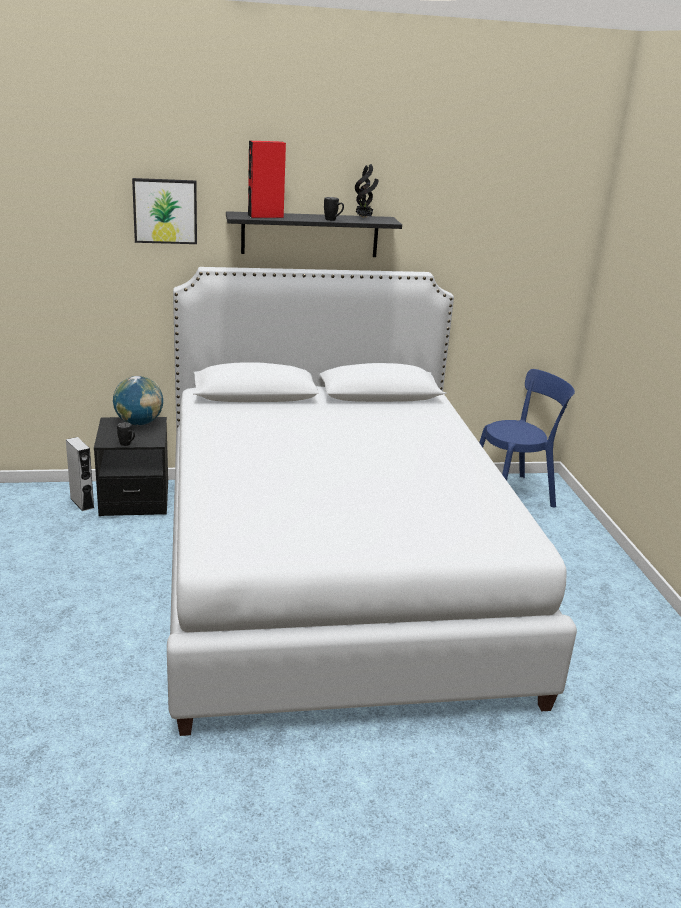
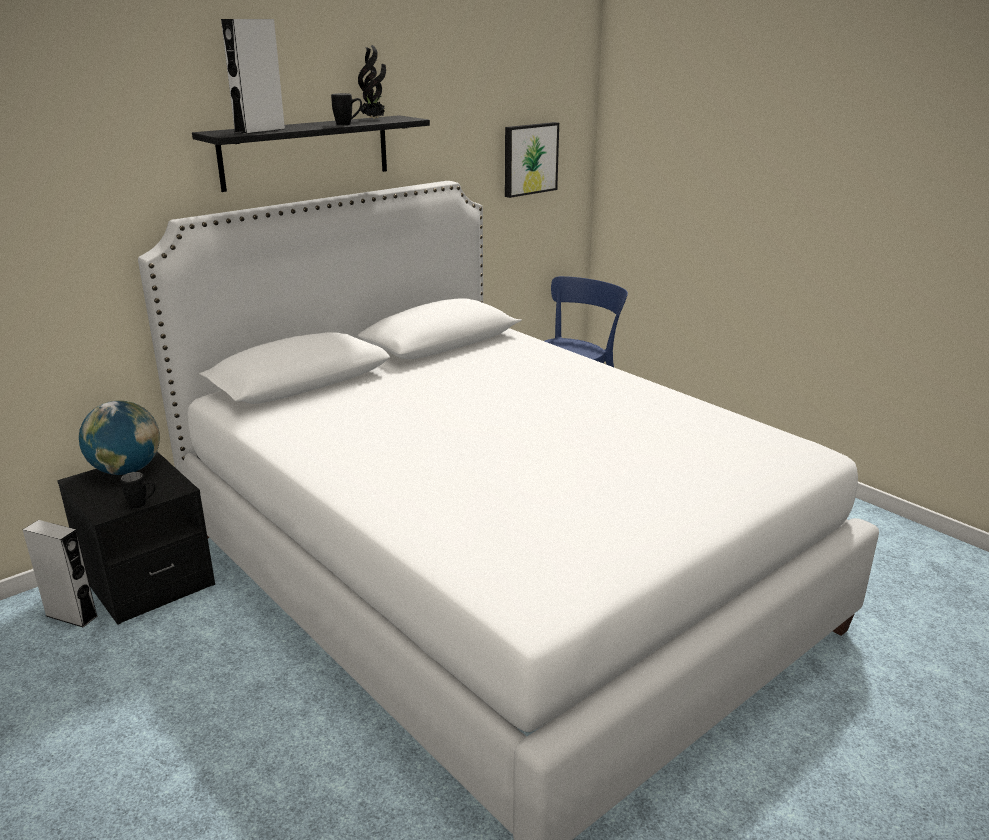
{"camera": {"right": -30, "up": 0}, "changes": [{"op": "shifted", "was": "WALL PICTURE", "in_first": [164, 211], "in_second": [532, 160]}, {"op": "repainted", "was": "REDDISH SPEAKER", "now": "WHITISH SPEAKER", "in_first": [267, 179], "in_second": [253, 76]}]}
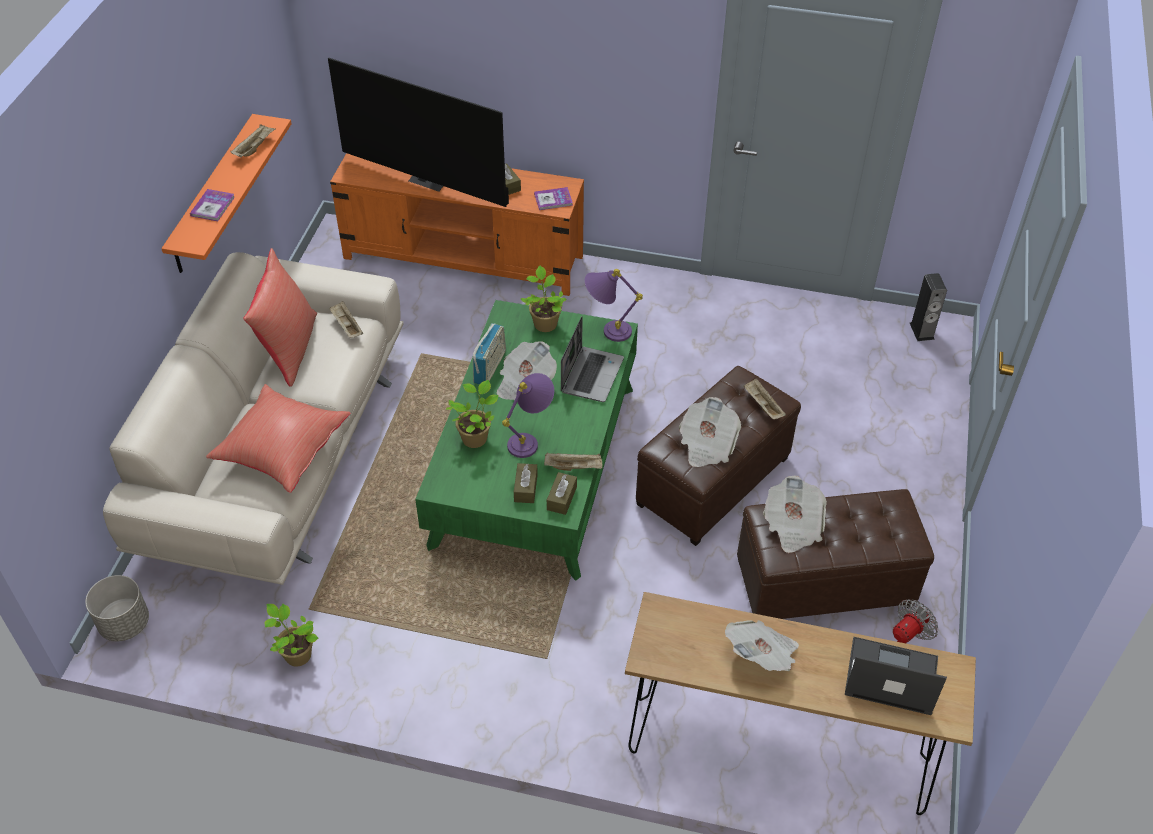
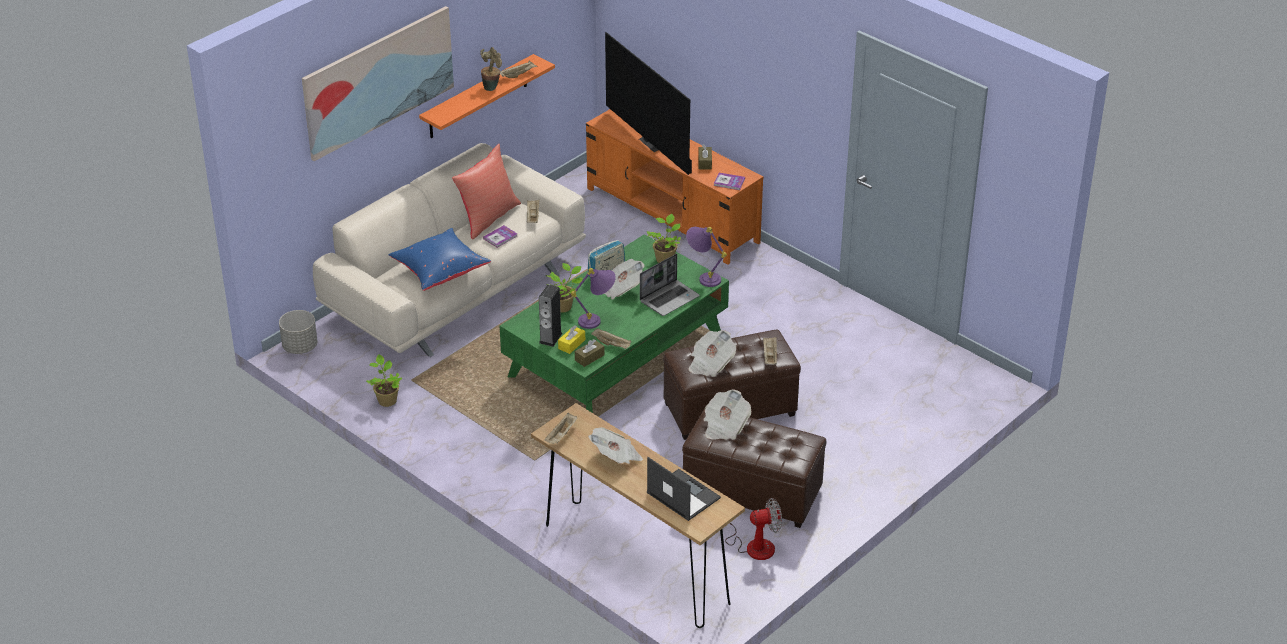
{"camera": {"right": 30, "up": -10}, "changes": [{"op": "new", "now": "WALL PICTURE", "in_second": [378, 83]}, {"op": "new", "now": "HOUSEPLANT", "in_second": [491, 69]}, {"op": "new", "now": "BEIGE-COLOURED TRAY", "in_second": [561, 428]}, {"op": "shifted", "was": "VOLUME", "in_first": [212, 205], "in_second": [500, 236]}, {"op": "shifted", "was": "SPEAKER", "in_first": [928, 307], "in_second": [551, 315]}, {"op": "repainted", "was": "REDDISH PILLOW", "now": "BLUE PILLOW", "in_first": [278, 438], "in_second": [440, 259]}, {"op": "repainted", "was": "BROWNISH TISSUE HOLDER", "now": "YELLOWISH TISSUE HOLDER", "in_first": [526, 483], "in_second": [571, 339]}]}
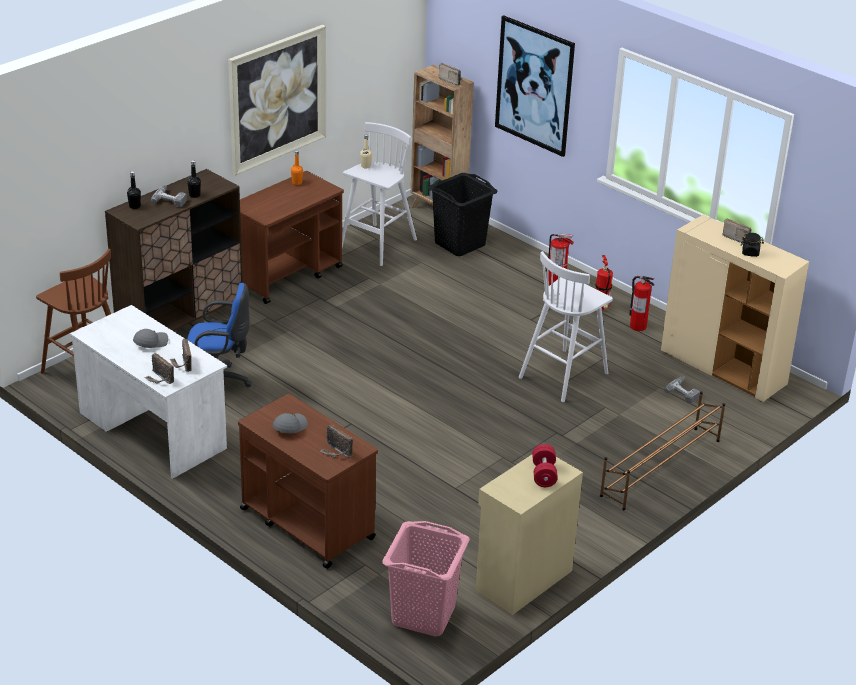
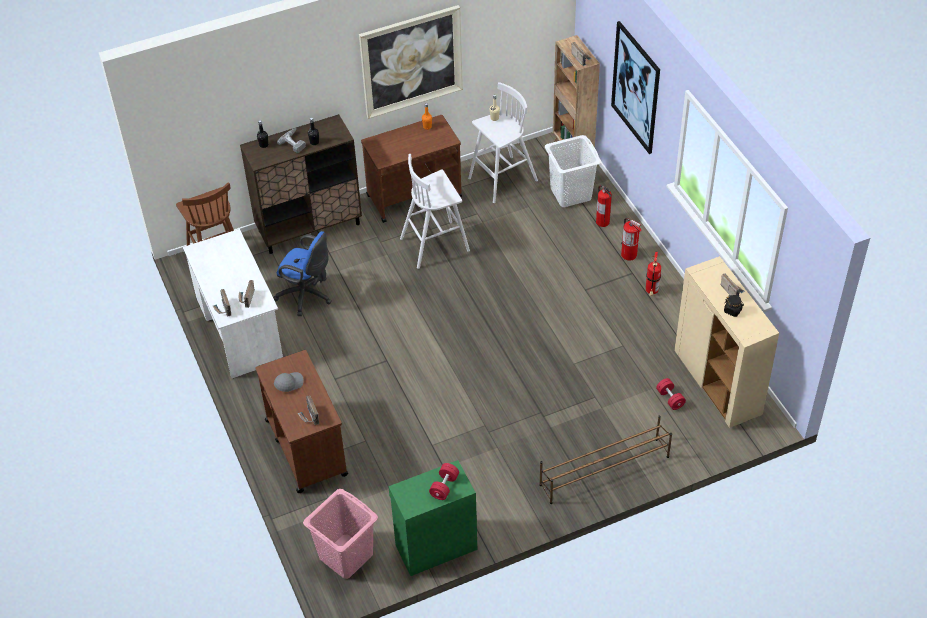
{"camera": {"right": 25, "up": 15}, "changes": [{"op": "gone", "was": "GREY PEAKED CAP", "in_first": [150, 338]}, {"op": "shifted", "was": "WHITISH SITTING STOOL", "in_first": [566, 326], "in_second": [435, 211]}, {"op": "shifted", "was": "FIRE-FIGHTING CYLINDER", "in_first": [642, 303], "in_second": [604, 206]}, {"op": "swapped", "was": "POWER DRILL", "now": "REDDISH HAND WEIGHT", "in_first": [682, 390], "in_second": [671, 394]}, {"op": "repainted", "was": "BLACK HAMPER", "now": "WHITISH HAMPER", "in_first": [463, 214], "in_second": [573, 171]}, {"op": "repainted", "was": "BEIGE-COLOURED CABINET", "now": "GREEN-COLOURED CABINET", "in_first": [529, 535], "in_second": [432, 518]}]}
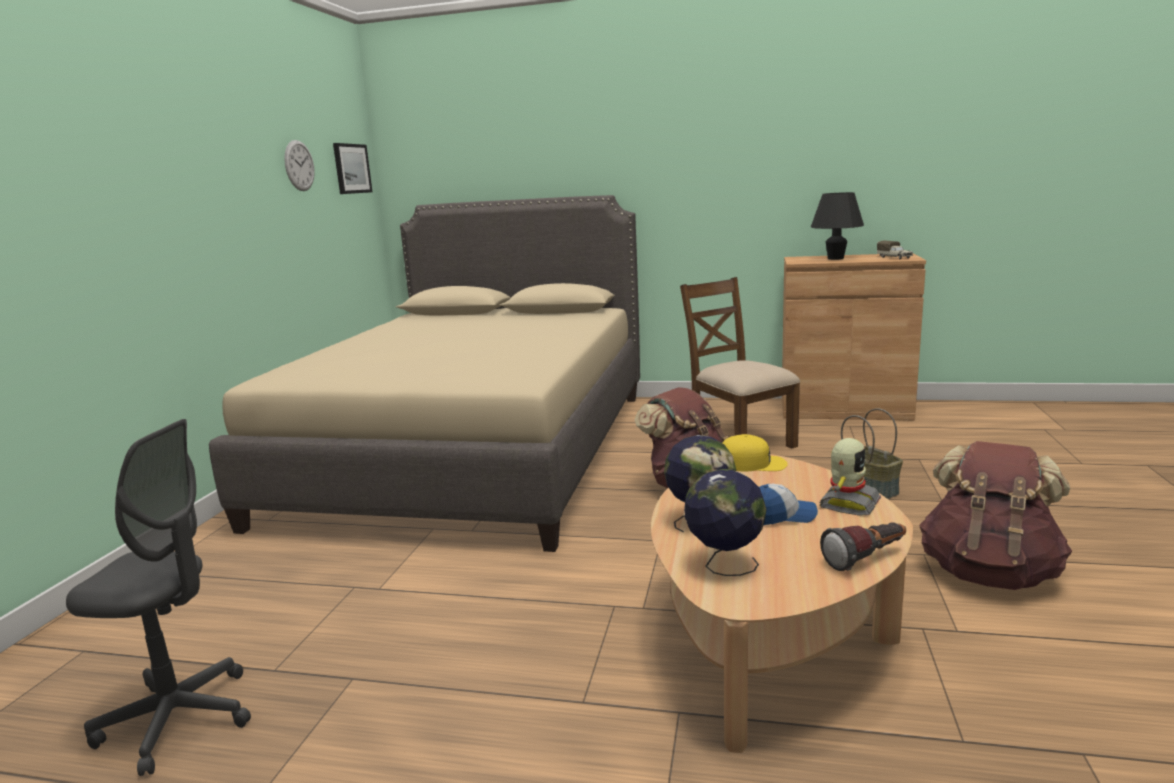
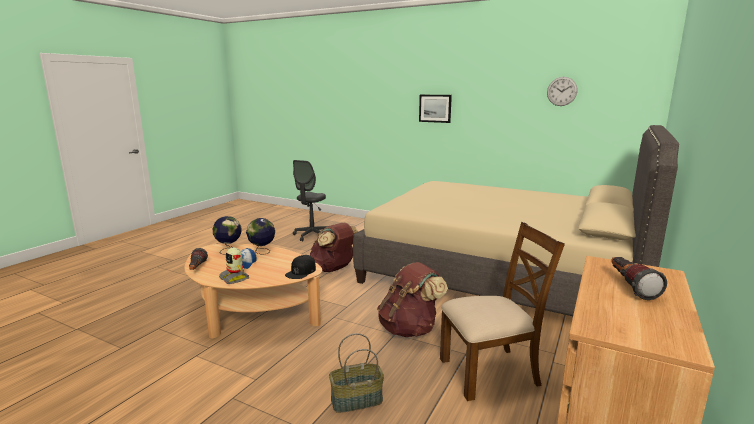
{"camera": {"right": 105, "up": 0}, "changes": [{"op": "gone", "was": "TOY TRUCK", "in_first": [895, 249]}, {"op": "shifted", "was": "WALL PICTURE", "in_first": [352, 168], "in_second": [435, 109]}, {"op": "shifted", "was": "BROWNISH RUCKSACK", "in_first": [995, 515], "in_second": [334, 247]}, {"op": "swapped", "was": "BLACK TABLETOP LAMP", "now": "TORCH", "in_first": [837, 226], "in_second": [639, 278]}, {"op": "repainted", "was": "YELLOWISH PEAKED CAP", "now": "BLACK PEAKED CAP", "in_first": [755, 452], "in_second": [300, 267]}]}
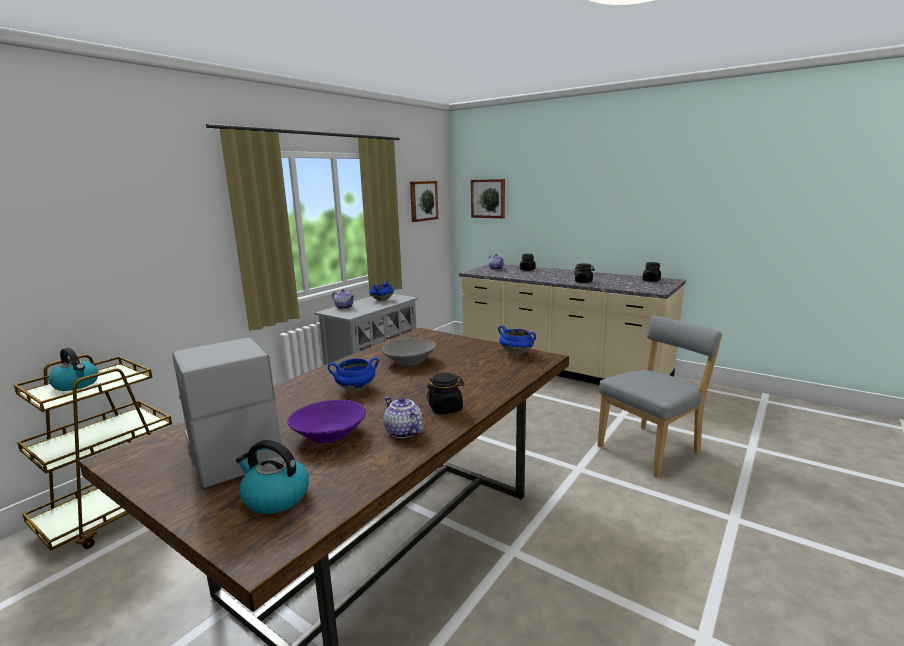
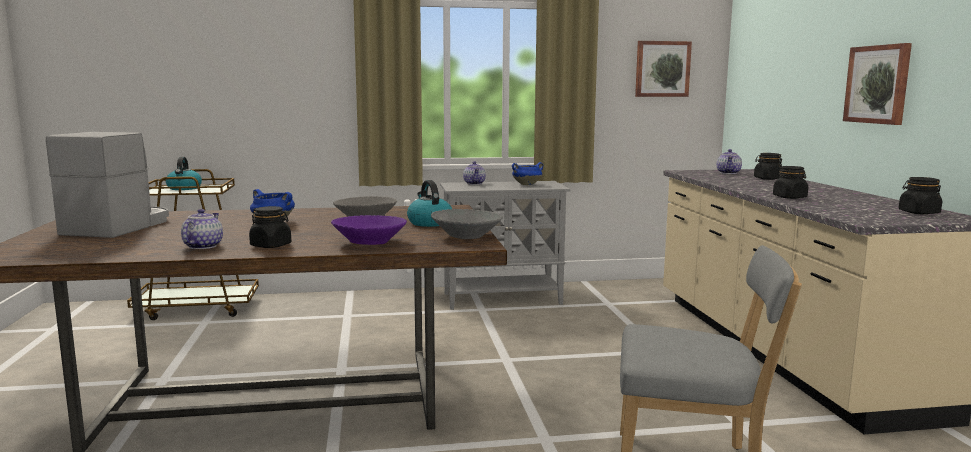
{"camera": {"right": 45, "up": -5}, "changes": [{"op": "shifted", "was": "WATER KETTLE", "in_first": [272, 477], "in_second": [429, 203]}, {"op": "shifted", "was": "PURPLE DEEP DISH", "in_first": [326, 421], "in_second": [369, 230]}, {"op": "shifted", "was": "WALL PICTURE", "in_first": [488, 198], "in_second": [877, 84]}, {"op": "swapped", "was": "BLUE COOKING POT", "now": "GREY DEEP DISH", "in_first": [517, 340], "in_second": [466, 224]}]}
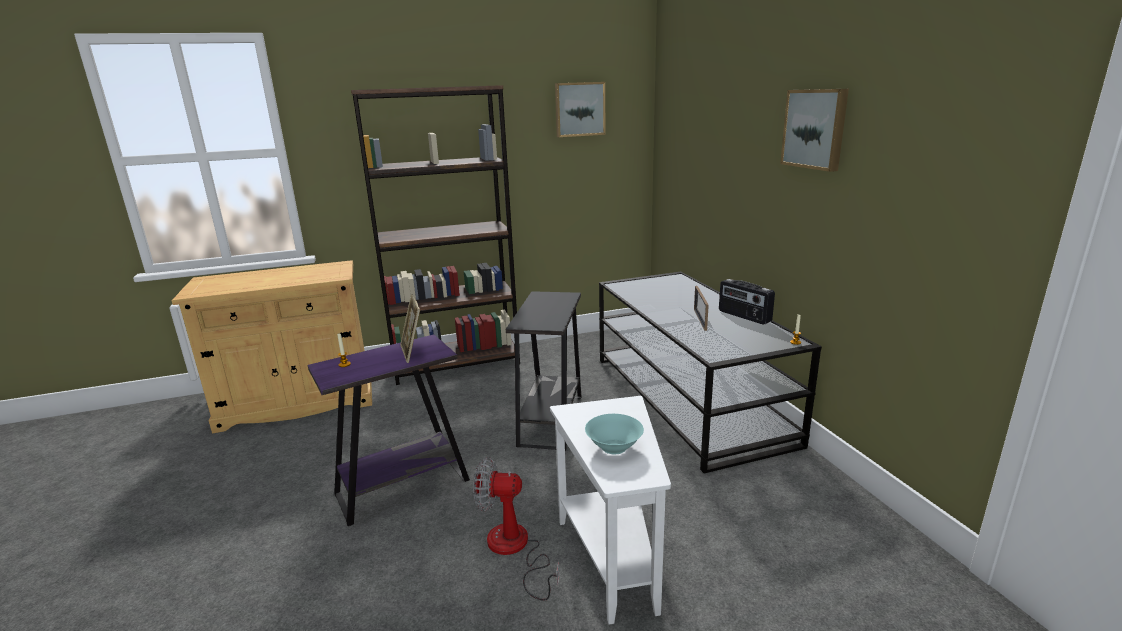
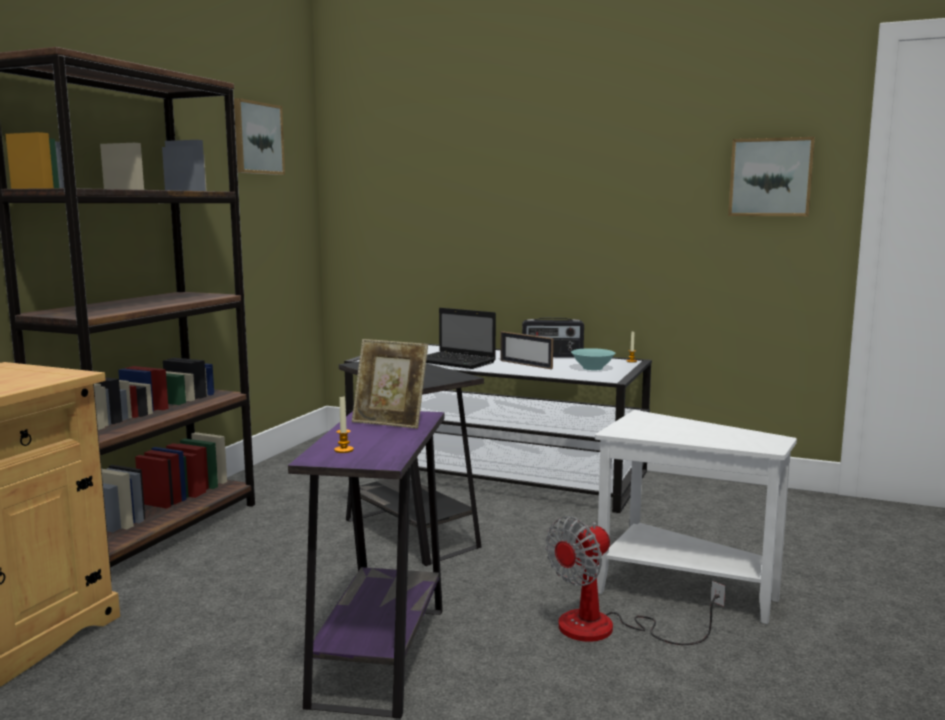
{"camera": {"right": -50, "up": -10}, "changes": [{"op": "new", "now": "LAPTOP", "in_second": [461, 338]}, {"op": "shifted", "was": "TURQUOISE-COLOURED DEEP DISH", "in_first": [614, 434], "in_second": [593, 359]}, {"op": "shifted", "was": "WALL PICTURE", "in_first": [814, 130], "in_second": [771, 176]}]}
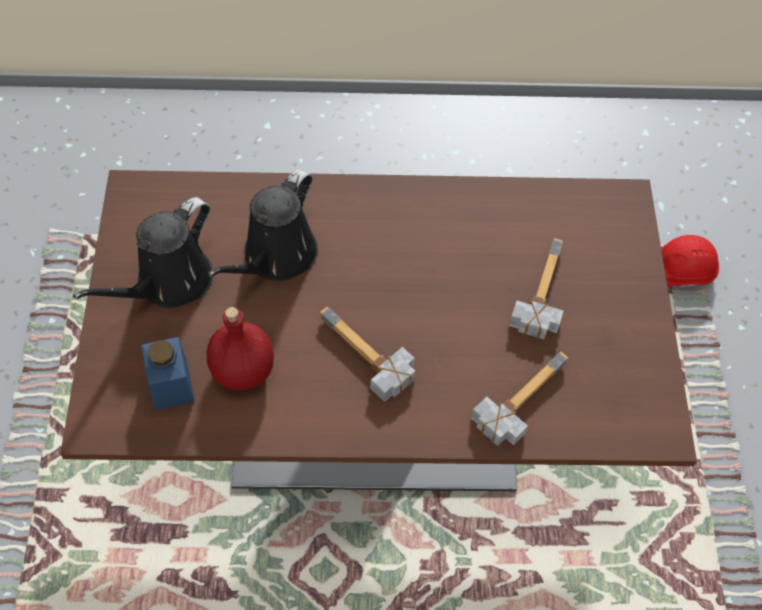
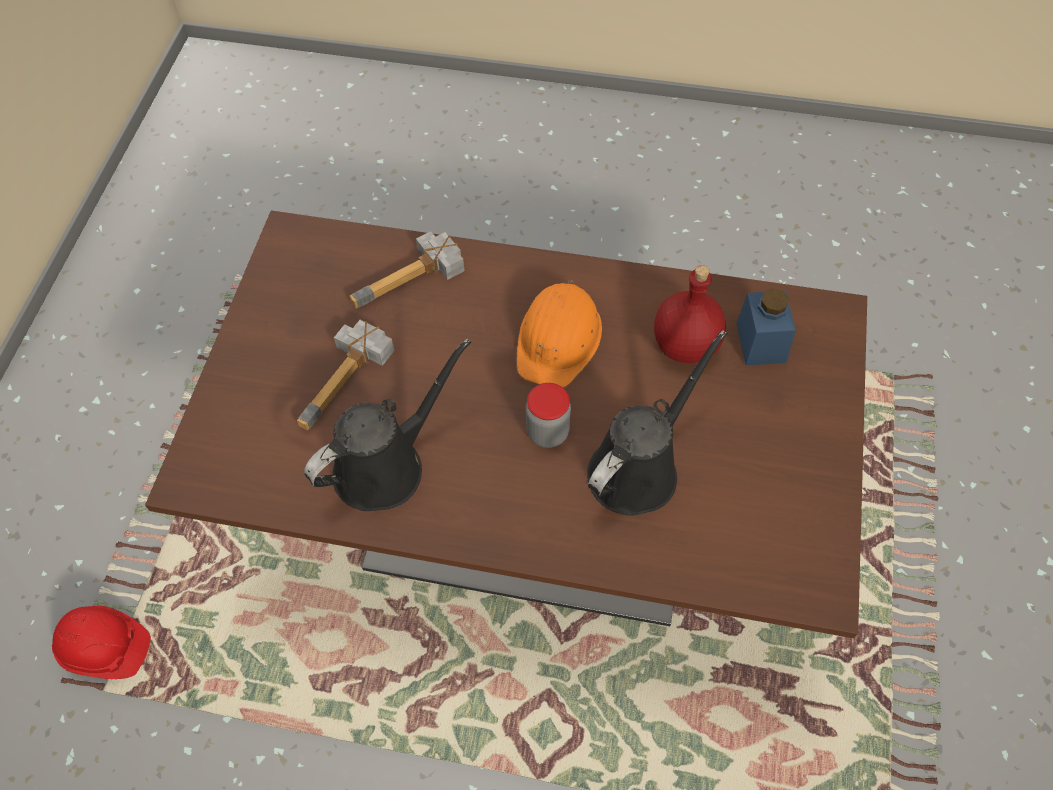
{"camera": {"right": -165, "up": 0}, "changes": [{"op": "new", "now": "STORAGE JAR", "in_second": [548, 415]}, {"op": "shifted", "was": "BLACK WATERING CAN", "in_first": [143, 252], "in_second": [387, 424]}, {"op": "swapped", "was": "HAND HAMMER", "now": "ORANGEY WORK HELMET", "in_first": [368, 354], "in_second": [559, 334]}]}
